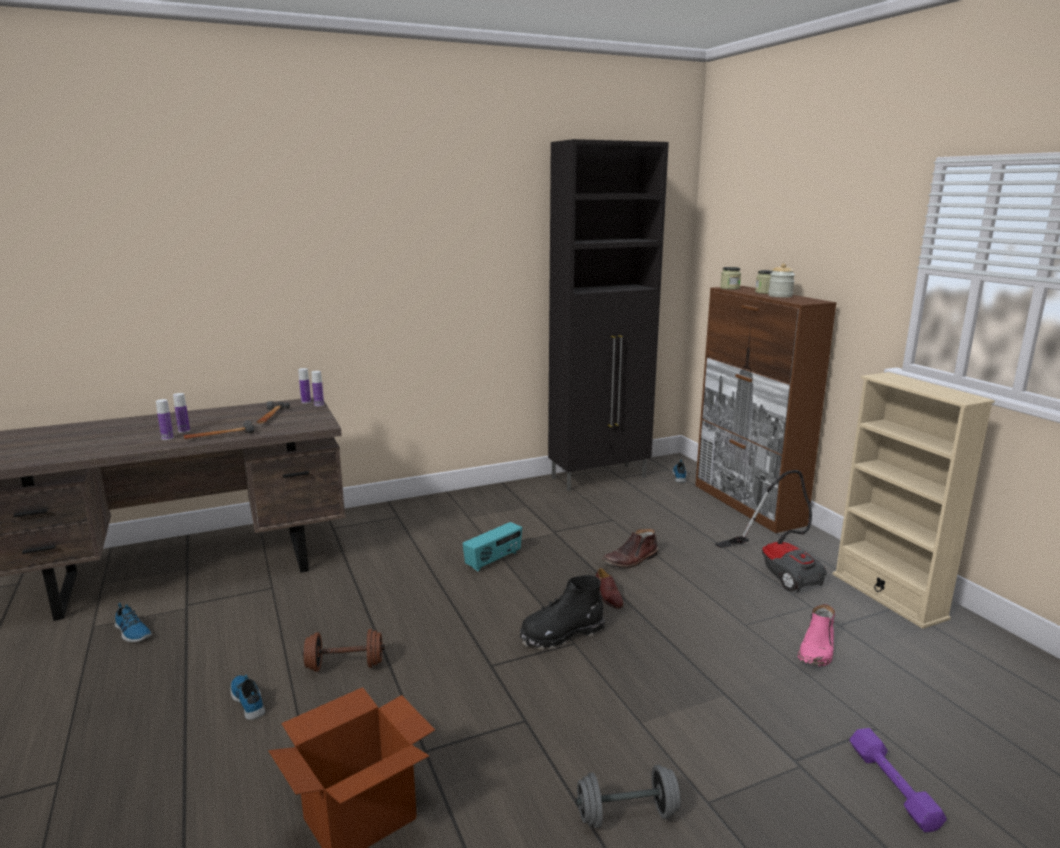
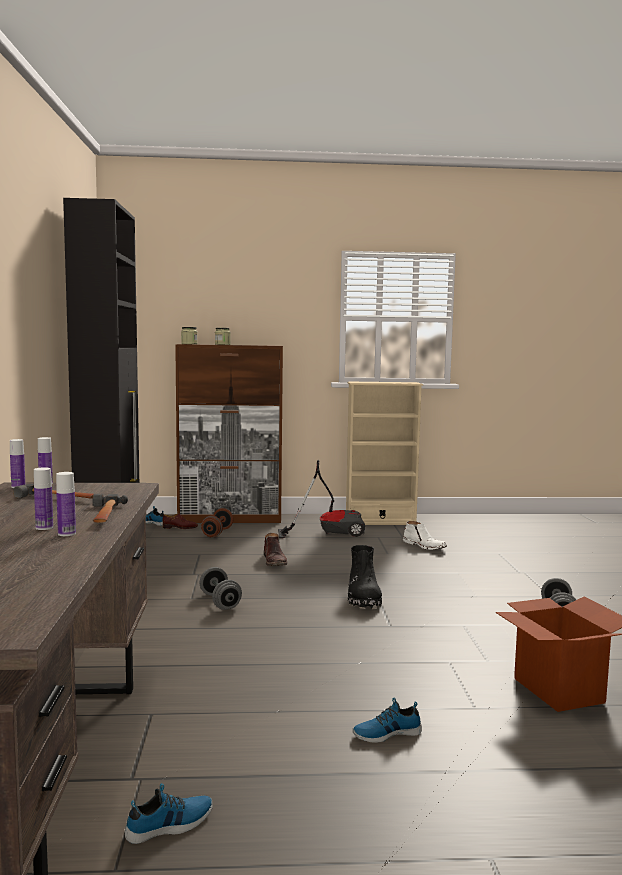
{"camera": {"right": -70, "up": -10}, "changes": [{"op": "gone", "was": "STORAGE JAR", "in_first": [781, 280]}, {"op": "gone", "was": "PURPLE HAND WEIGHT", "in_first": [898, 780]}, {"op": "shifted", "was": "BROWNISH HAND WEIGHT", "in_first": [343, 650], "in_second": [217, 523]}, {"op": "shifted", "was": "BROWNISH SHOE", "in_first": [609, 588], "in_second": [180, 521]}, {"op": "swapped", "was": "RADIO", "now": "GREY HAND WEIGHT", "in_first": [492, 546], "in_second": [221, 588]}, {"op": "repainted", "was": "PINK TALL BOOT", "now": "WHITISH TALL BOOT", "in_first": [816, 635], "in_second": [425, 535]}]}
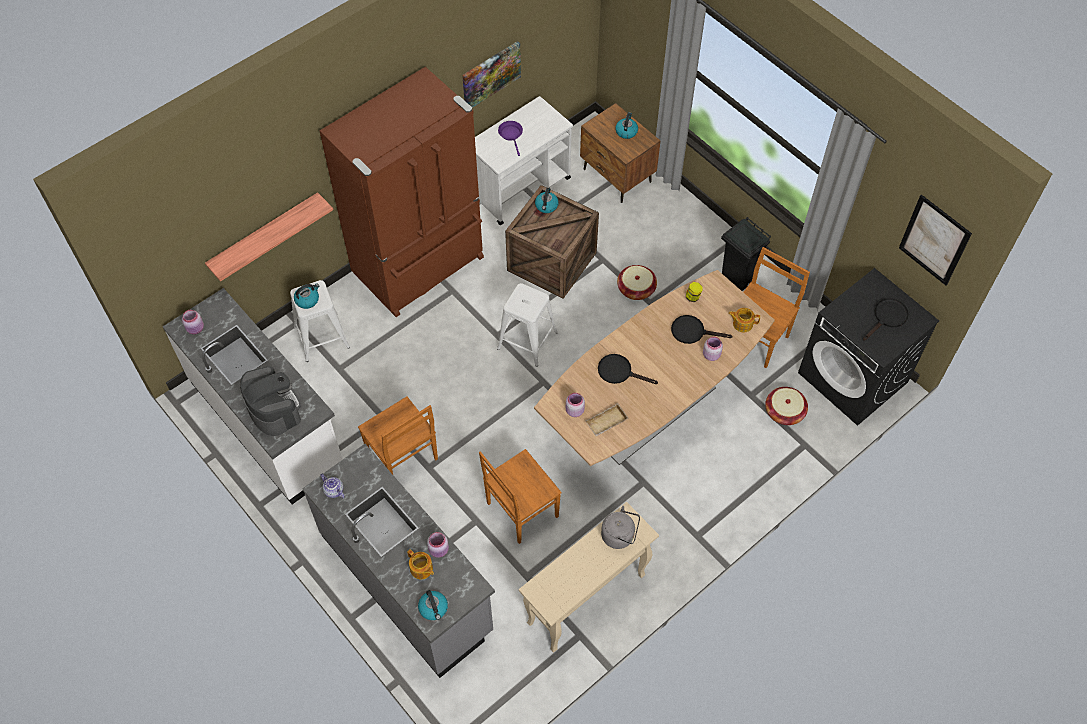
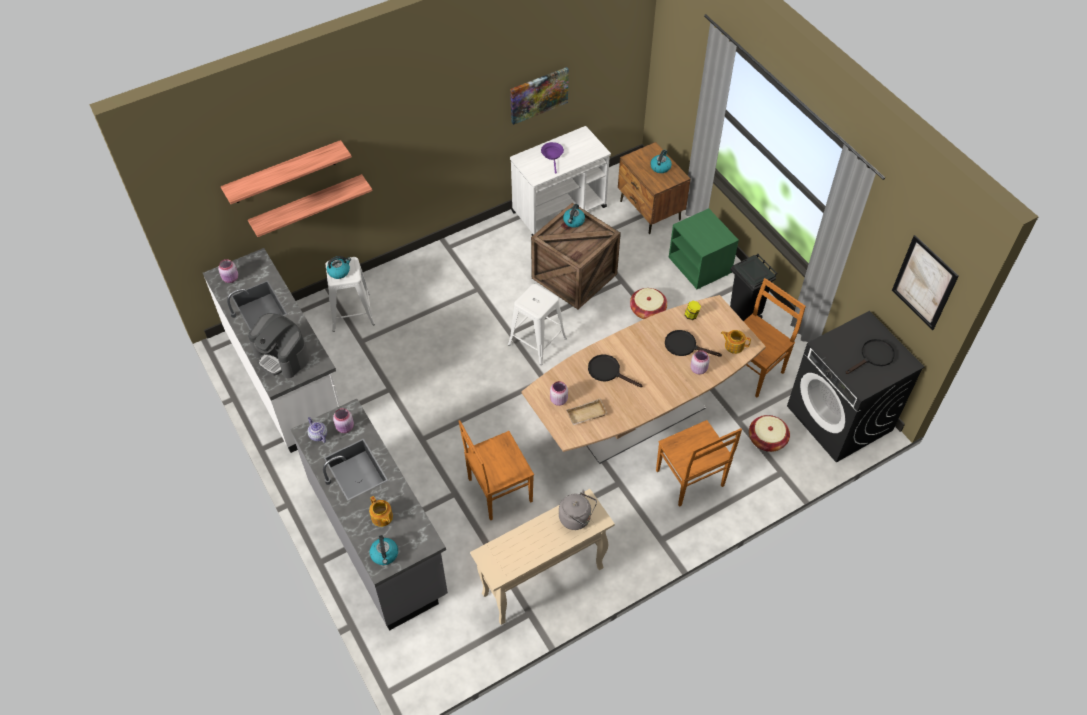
{"camera": {"right": 10, "up": -5}, "changes": [{"op": "gone", "was": "BROWNISH FRIDGE", "in_first": [402, 192]}, {"op": "new", "now": "SHELF", "in_second": [286, 172]}, {"op": "new", "now": "GREEN-COLOURED BEDSIDE TABLE", "in_second": [703, 249]}, {"op": "shifted", "was": "BROWNISH CHAIR", "in_first": [398, 435], "in_second": [699, 463]}, {"op": "shifted", "was": "PINK STORAGE JAR", "in_first": [438, 545], "in_second": [343, 420]}, {"op": "rotated", "was": "COFFEE MAKER", "in_first": [270, 401], "in_second": [278, 345], "clockwise": 150}]}
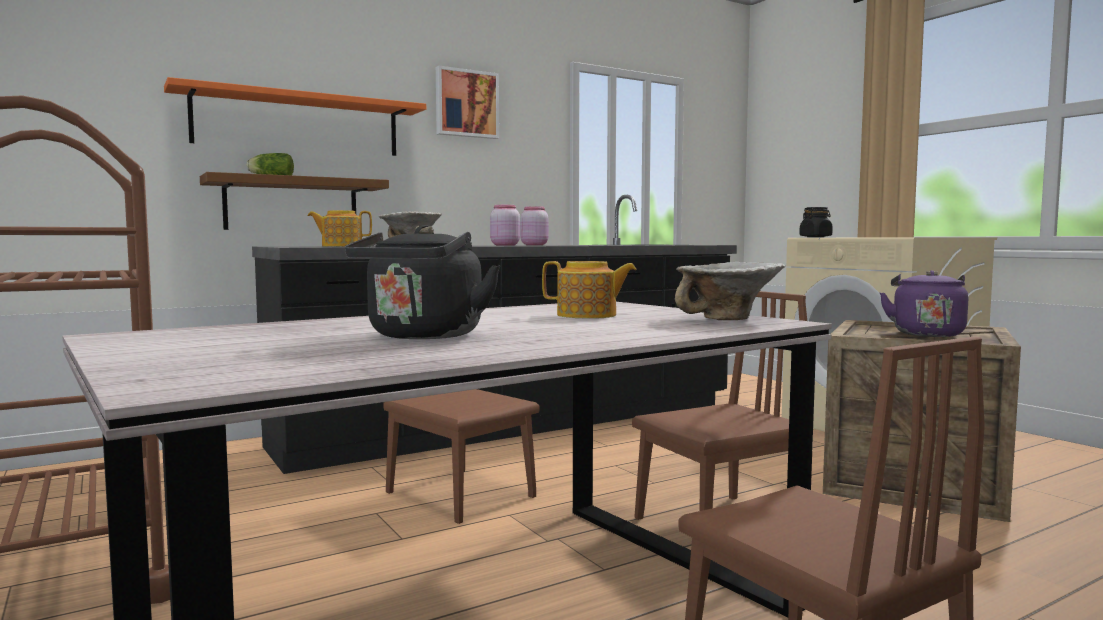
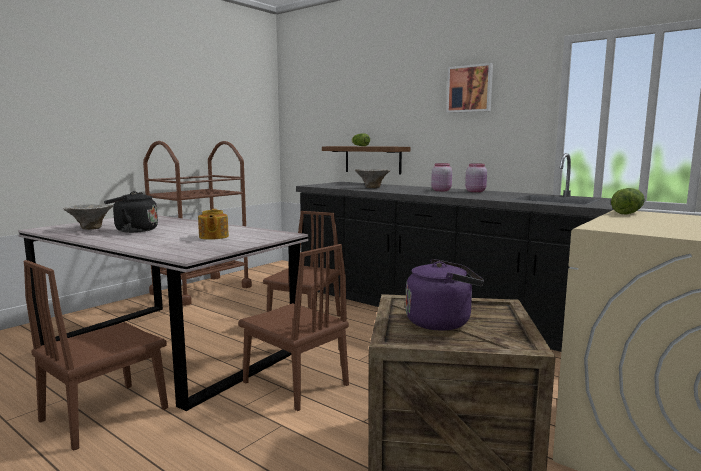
{"camera": {"right": 70, "up": 5}, "changes": [{"op": "gone", "was": "ORANGEY SHELF", "in_first": [295, 116]}, {"op": "gone", "was": "POT FOR TEA", "in_first": [339, 228]}, {"op": "shifted", "was": "DEEP DISH", "in_first": [730, 291], "in_second": [88, 217]}, {"op": "swapped", "was": "BLACK STORAGE JAR", "now": "LETTUCE HEAD", "in_first": [816, 222], "in_second": [628, 201]}]}
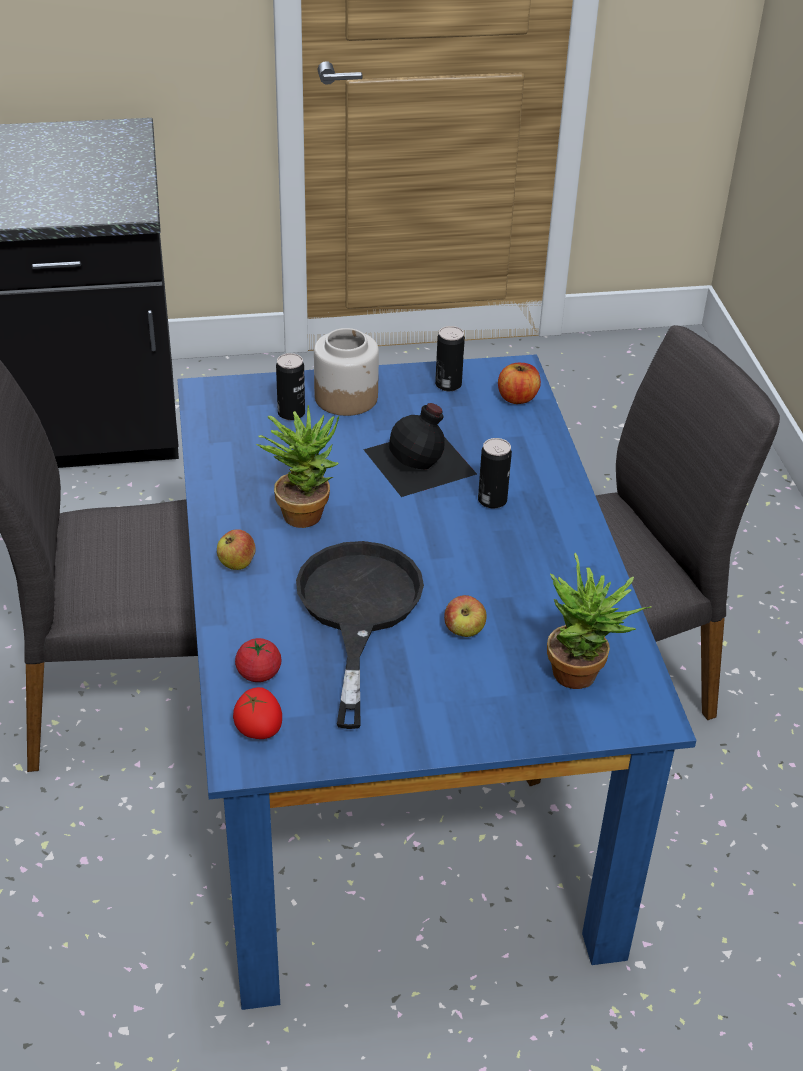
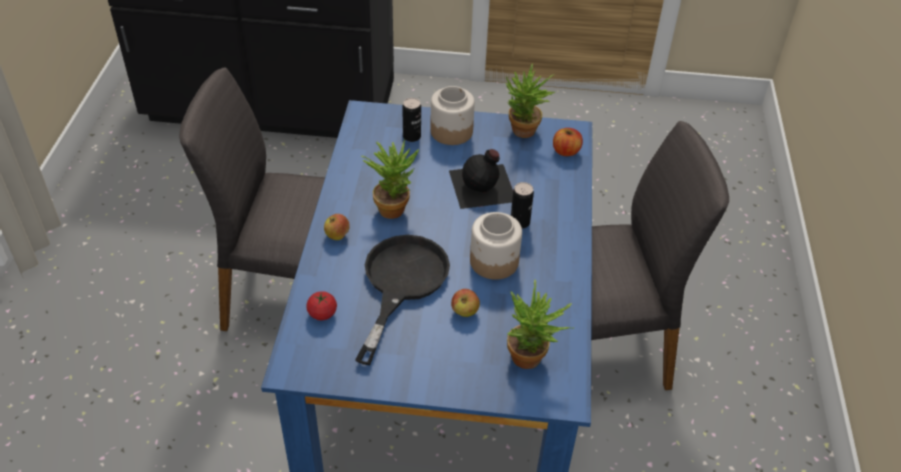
{"camera": {"right": 15, "up": 5}, "changes": [{"op": "gone", "was": "FRESH TOMATO", "in_first": [257, 713]}, {"op": "new", "now": "STORAGE JAR", "in_second": [496, 246]}, {"op": "swapped", "was": "METAL CAN", "now": "HOUSEPLANT", "in_first": [450, 358], "in_second": [530, 100]}]}
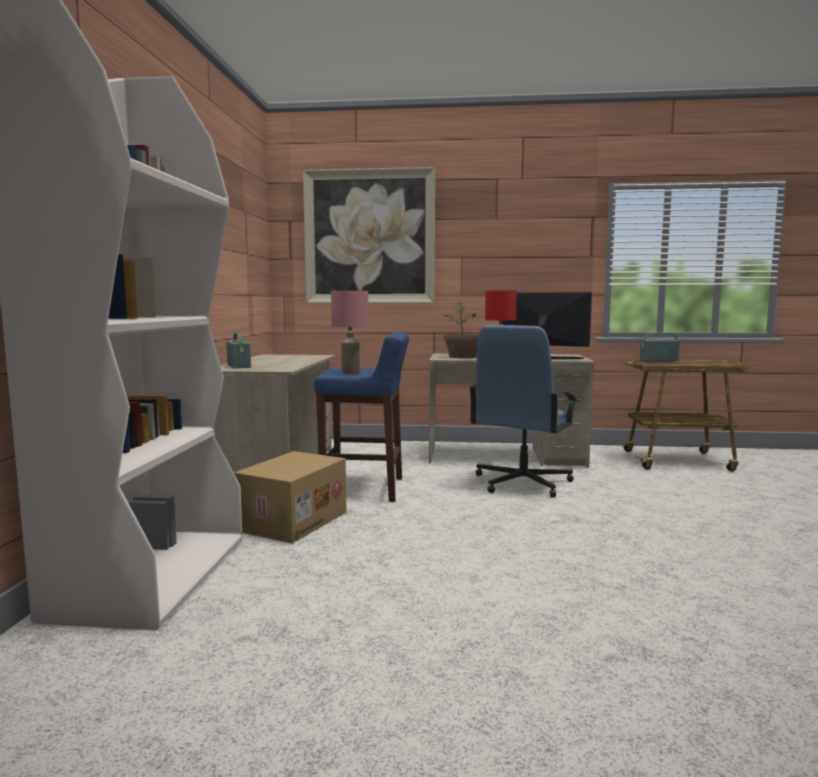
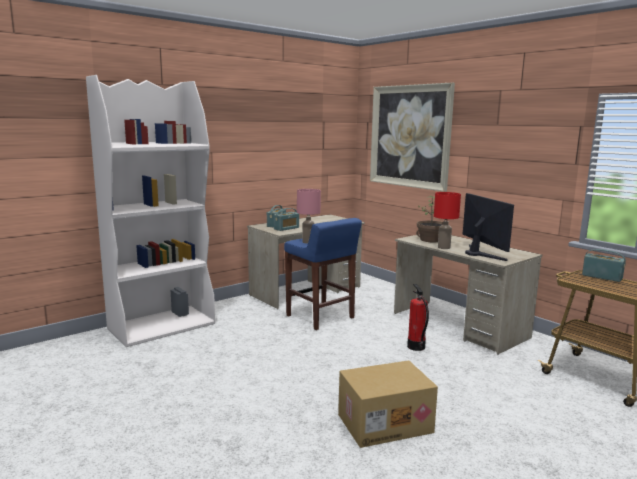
{"camera": {"right": 45, "up": 5}, "changes": [{"op": "new", "now": "RADIO", "in_second": [286, 219]}, {"op": "shifted", "was": "PACKING BOX", "in_first": [290, 497], "in_second": [388, 404]}, {"op": "swapped", "was": "BLUE COMPUTER CHAIR", "now": "FIRE-FIGHTING CYLINDER", "in_first": [523, 411], "in_second": [418, 317]}]}
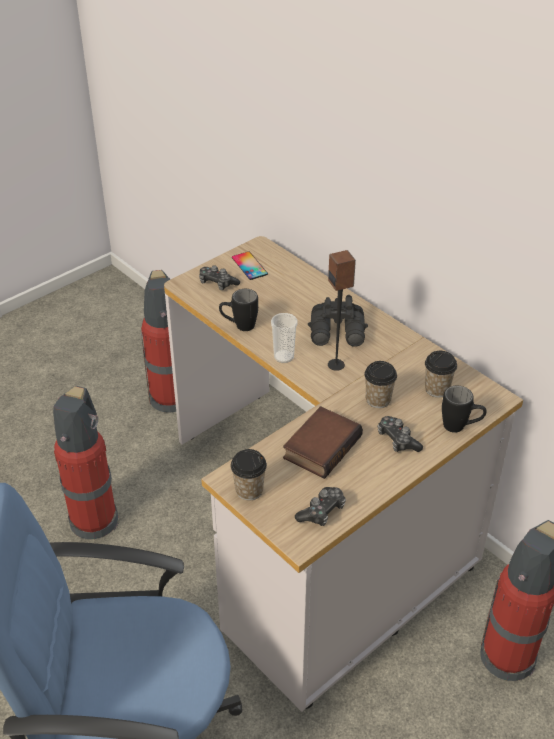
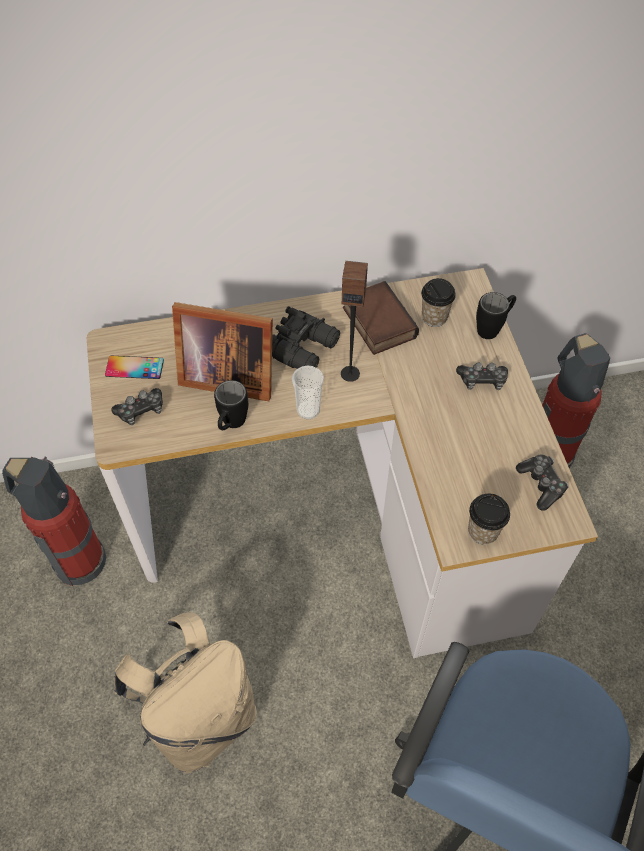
{"camera": {"right": -60, "up": 15}, "changes": [{"op": "gone", "was": "CUP", "in_first": [380, 384]}, {"op": "new", "now": "PICTURE FRAME", "in_second": [222, 351]}, {"op": "shifted", "was": "VOLUME", "in_first": [323, 442], "in_second": [381, 318]}, {"op": "swapped", "was": "FIRE-FIGHTING CYLINDER", "now": "BEIGE-COLOURED RUCKSACK", "in_first": [85, 462], "in_second": [185, 692]}]}
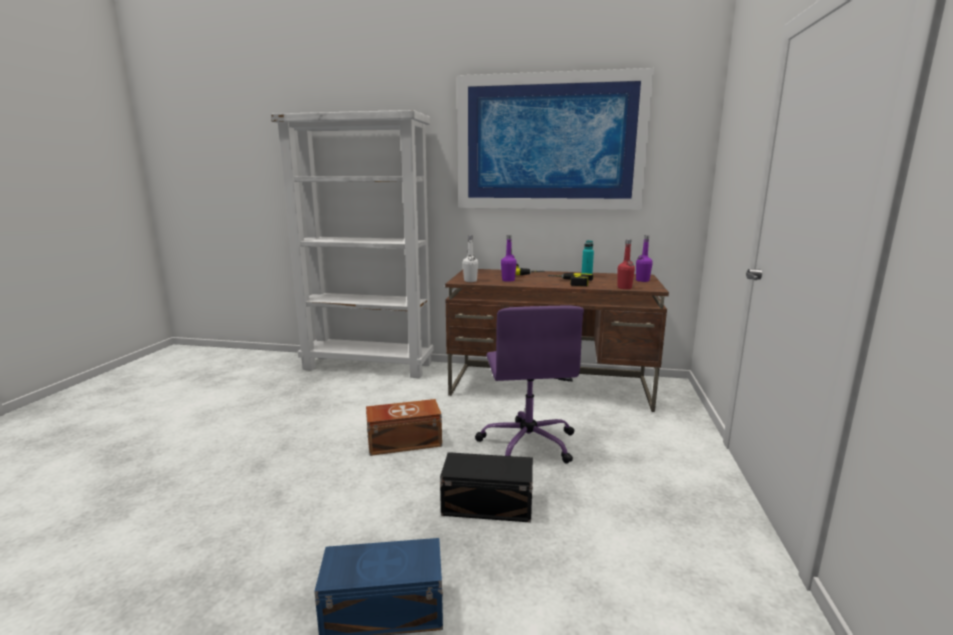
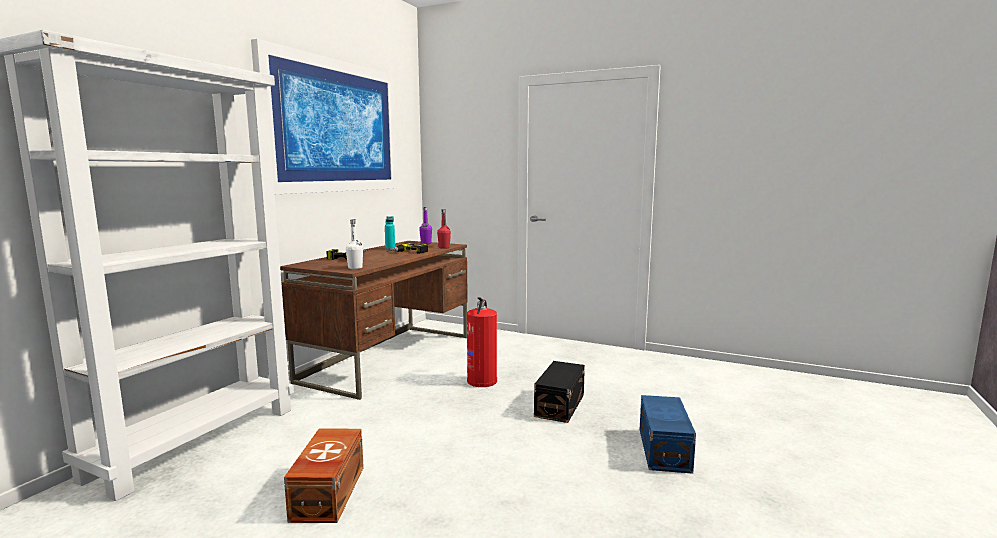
{"camera": {"right": -75, "up": -5}, "changes": [{"op": "gone", "was": "PURPLE BEVERAGE BOTTLE", "in_first": [509, 258]}, {"op": "shifted", "was": "BROWNISH STORAGE BOX", "in_first": [404, 427], "in_second": [324, 475]}, {"op": "swapped", "was": "PURPLE COMPUTER CHAIR", "now": "FIRE-FIGHTING CYLINDER", "in_first": [529, 385], "in_second": [482, 342]}]}
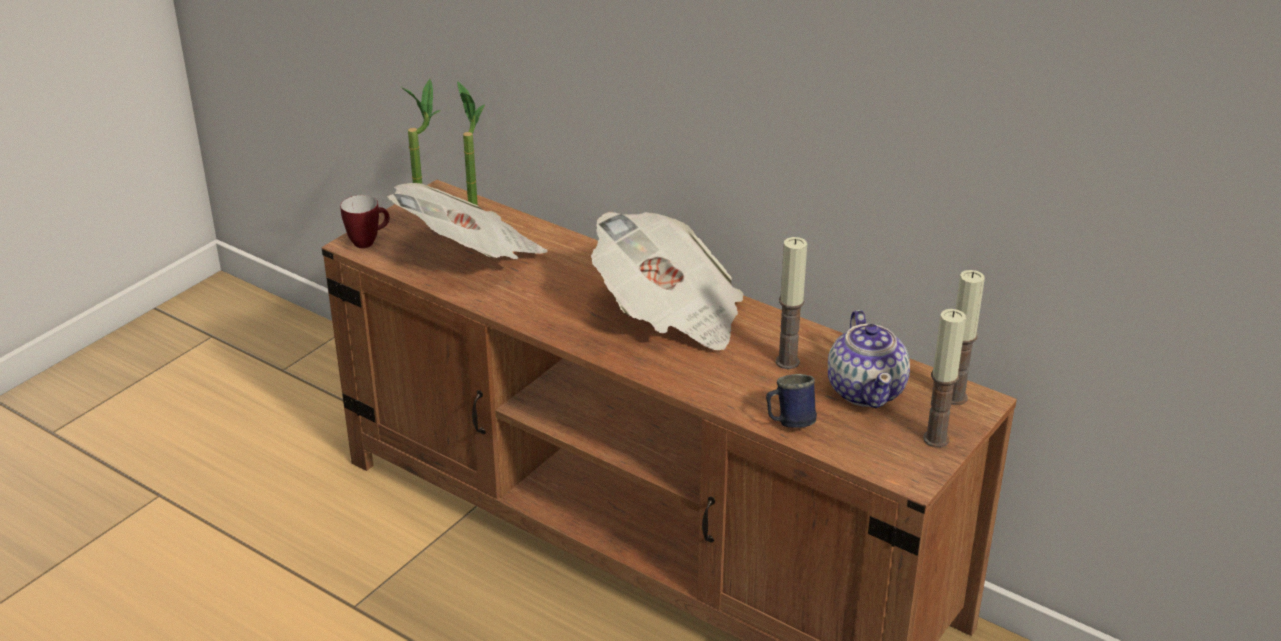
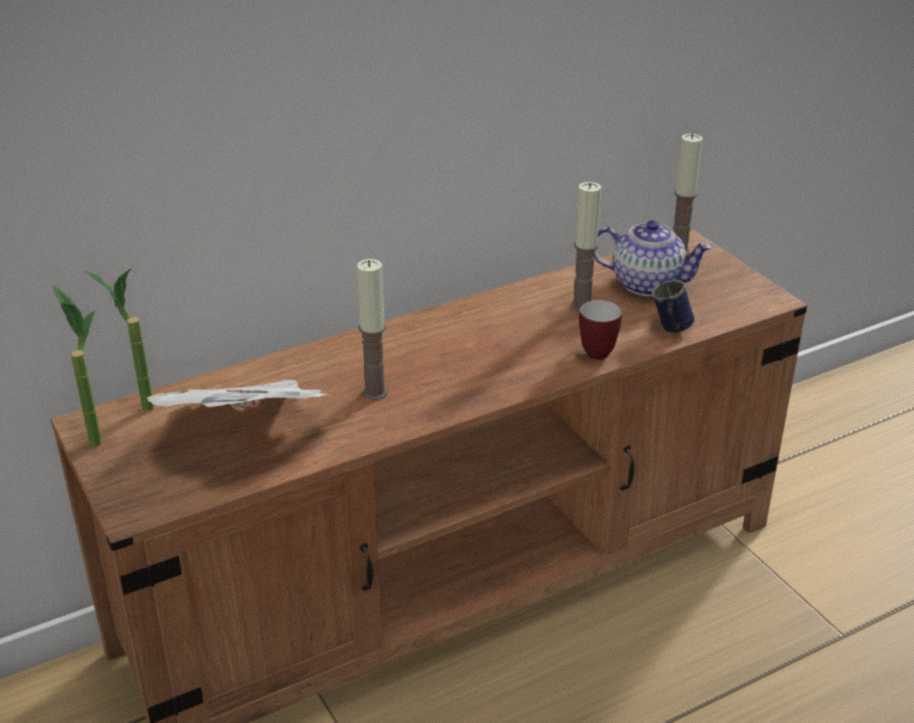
{"camera": {"right": -65, "up": 0}, "changes": [{"op": "gone", "was": "NEWSPAPER", "in_first": [667, 281]}, {"op": "shifted", "was": "COFFEE MUG", "in_first": [365, 221], "in_second": [600, 330]}, {"op": "shifted", "was": "WAX LIGHT", "in_first": [944, 378], "in_second": [372, 329]}]}
